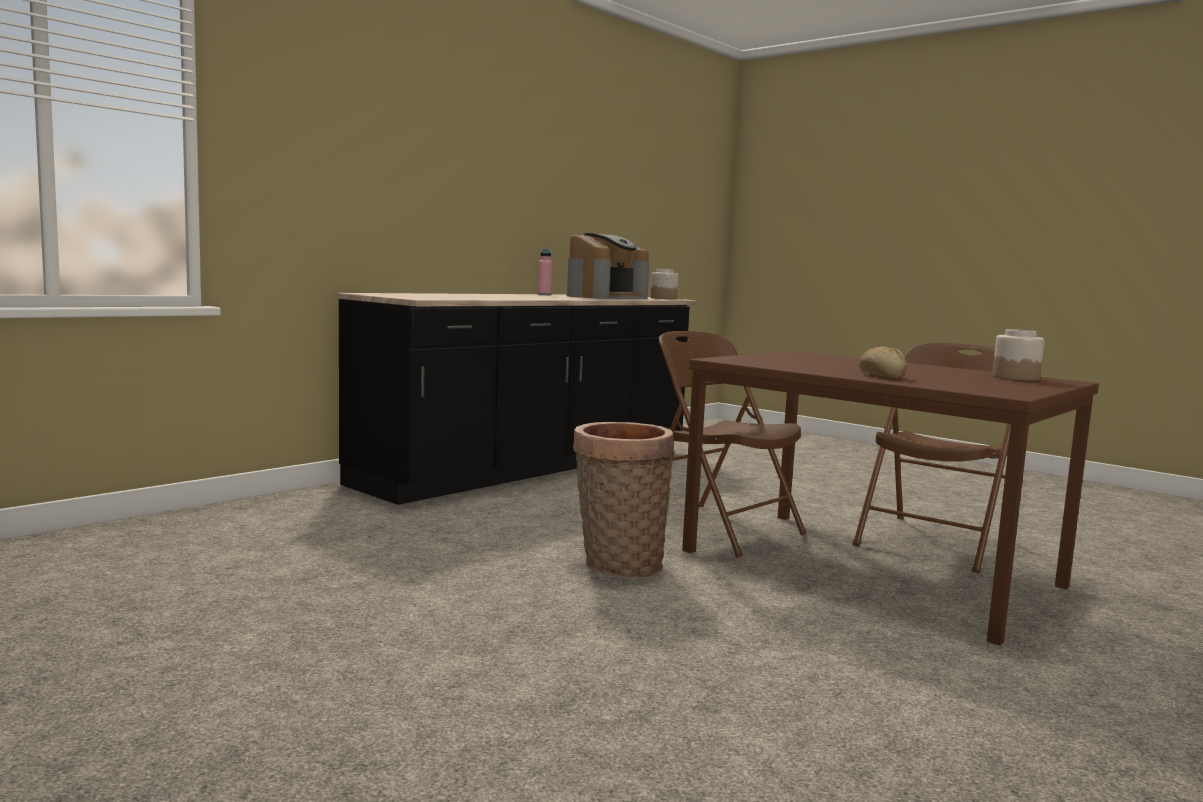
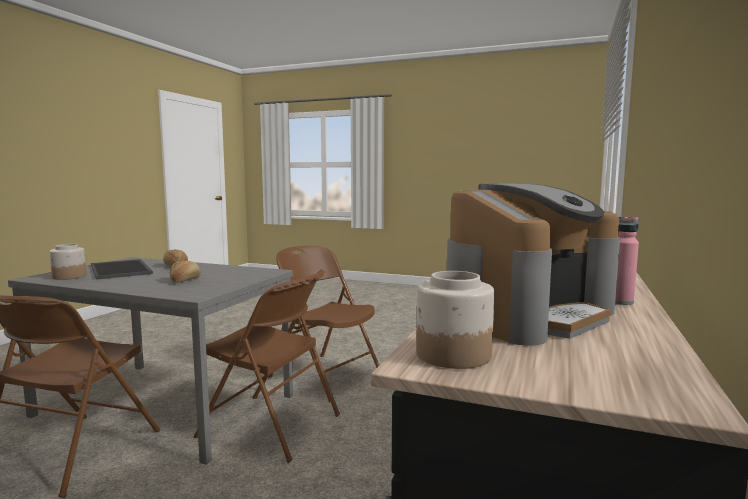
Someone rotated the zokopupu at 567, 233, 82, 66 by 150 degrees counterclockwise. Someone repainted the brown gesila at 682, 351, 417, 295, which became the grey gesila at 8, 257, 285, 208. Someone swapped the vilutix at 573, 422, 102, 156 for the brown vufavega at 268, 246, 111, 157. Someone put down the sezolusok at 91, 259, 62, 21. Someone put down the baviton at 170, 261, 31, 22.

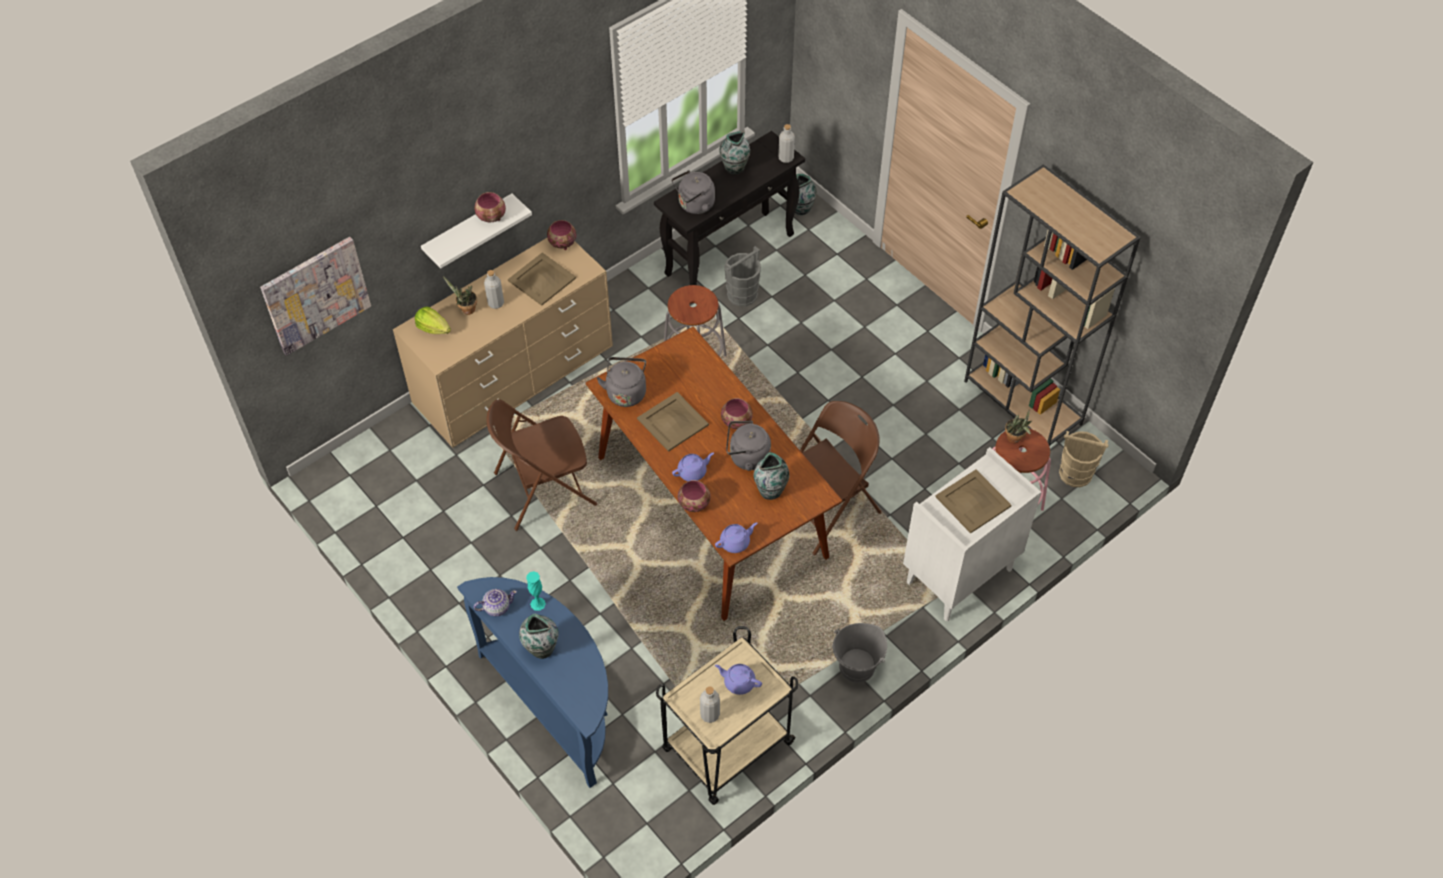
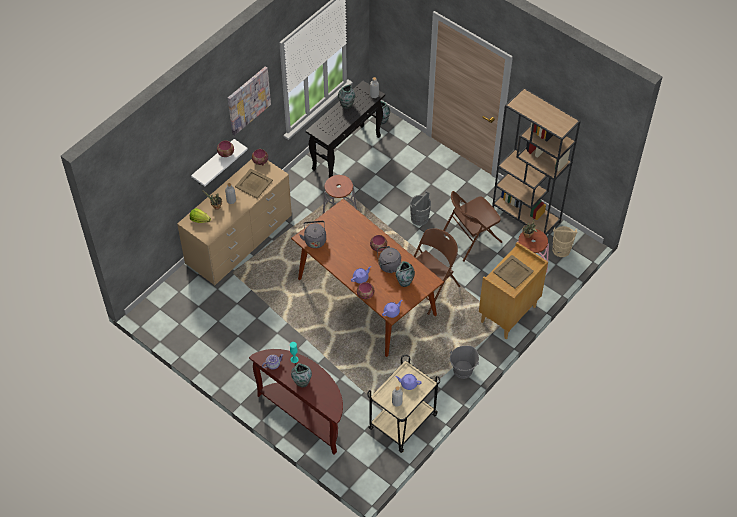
Someone took away the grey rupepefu at 672, 170, 43, 44. Someone carried the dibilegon from 260, 237, 111, 119 to 228, 66, 43, 70. Someone carried the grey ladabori from 725, 246, 36, 60 to 410, 191, 21, 35. Someone took away the beige sezolusok at 637, 392, 72, 60. Someone carried the brown vufavega from 487, 399, 110, 132 to 443, 191, 59, 71. Someone repainted the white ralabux at 903, 447, 138, 174, which became the brown ralabux at 479, 242, 69, 97. Someone repainted the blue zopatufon at 457, 577, 151, 211, which became the brown zopatufon at 249, 349, 94, 106.

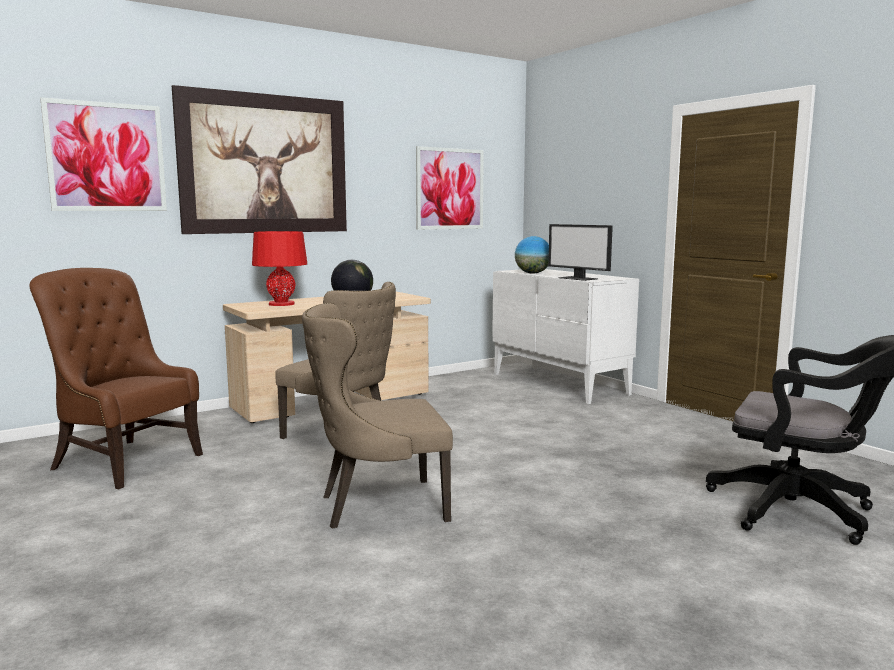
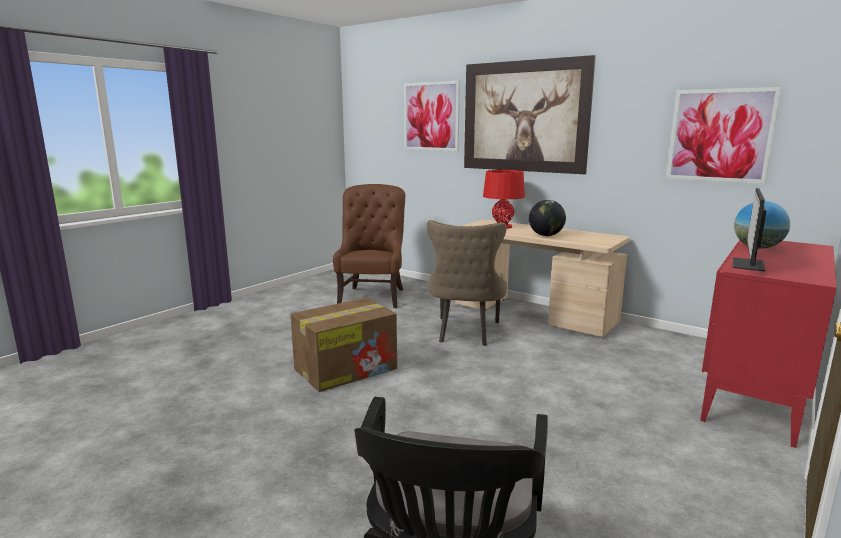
Someone repainted the white ralabux at 492, 269, 147, 135, which became the red ralabux at 700, 240, 137, 208. Someone swapped the beige vufavega at 302, 303, 151, 226 for the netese at 290, 298, 107, 94.

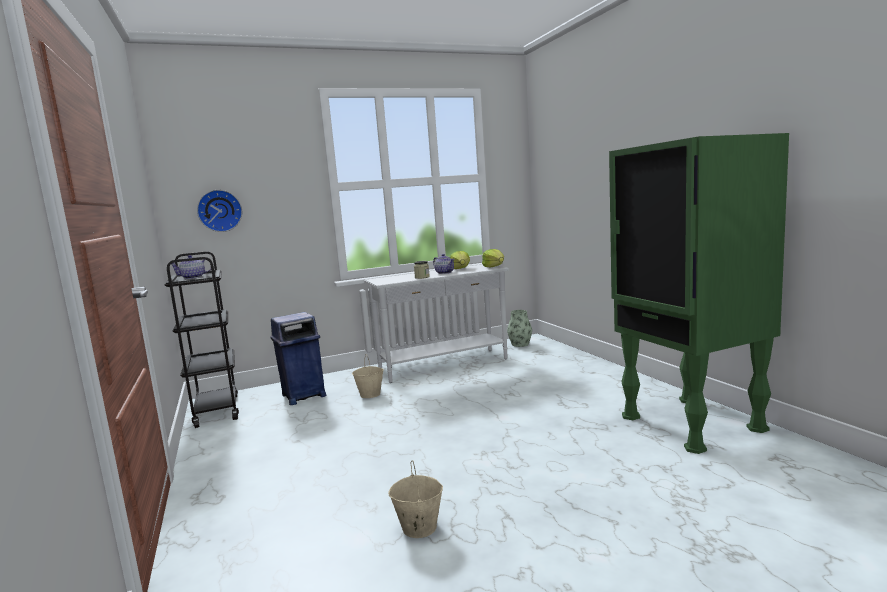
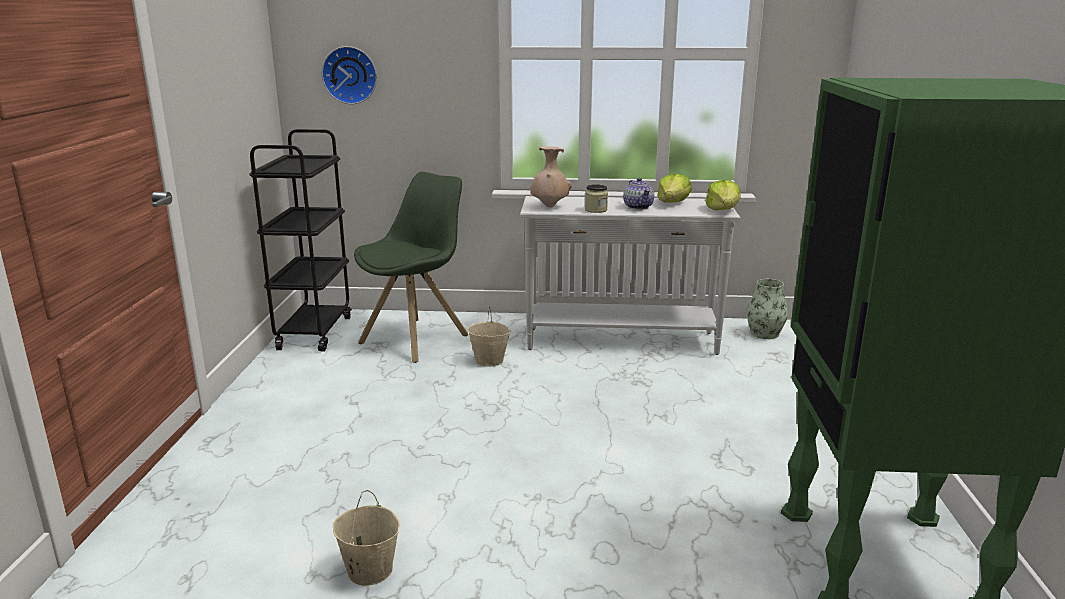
Someone took away the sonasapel at 172, 255, 39, 24. Someone swapped the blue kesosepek at 270, 312, 56, 93 for the green vufavega at 354, 172, 114, 191. Someone put down the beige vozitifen at 530, 146, 42, 61.

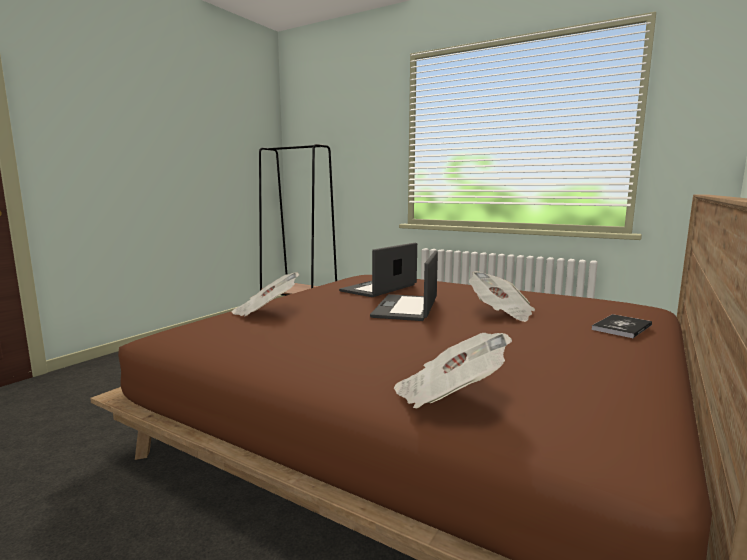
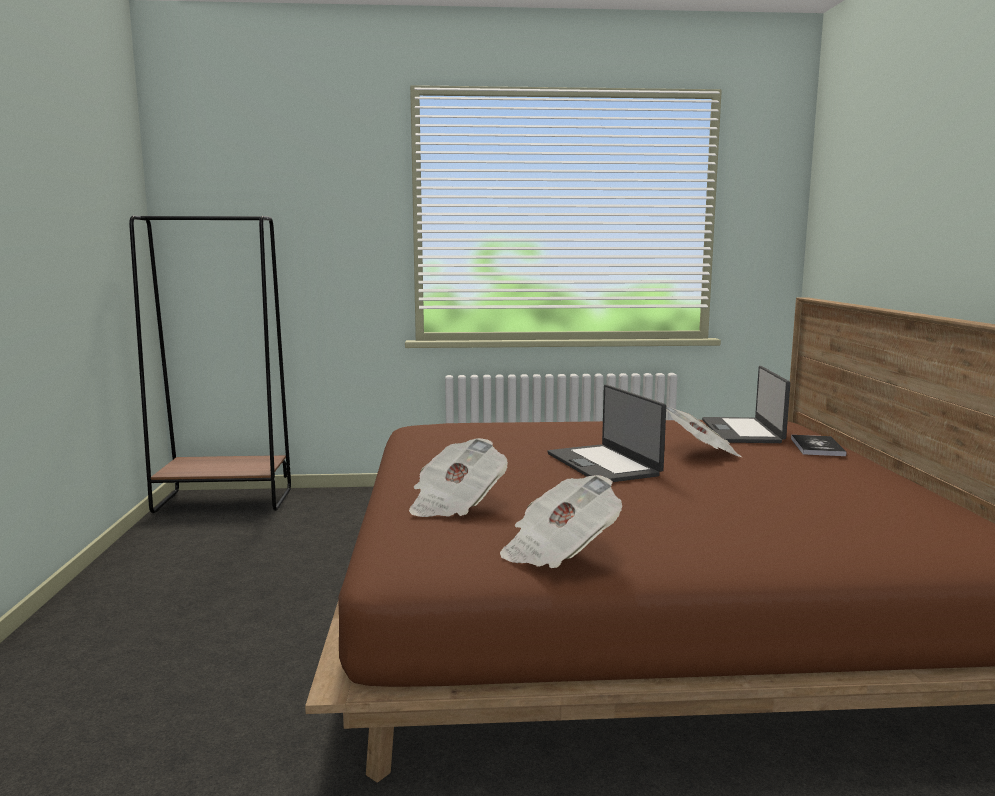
Someone carried the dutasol from 339, 243, 78, 54 to 702, 366, 88, 77. Someone carried the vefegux from 394, 333, 118, 75 to 500, 475, 122, 93.

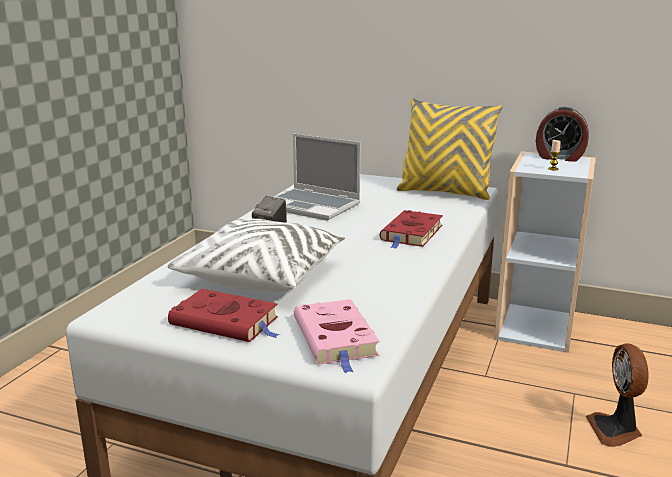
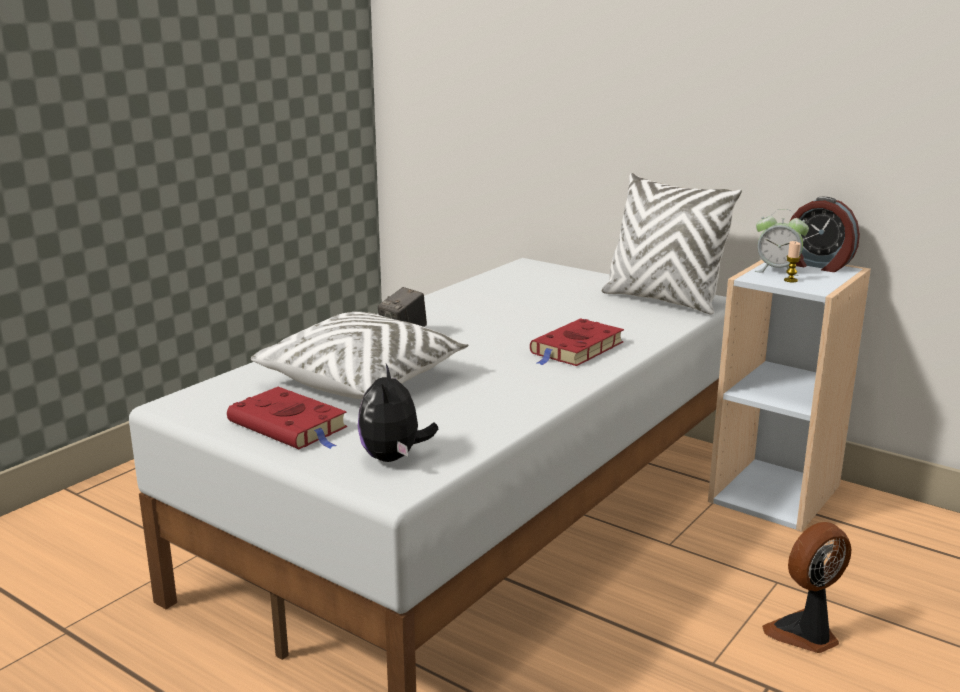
Someone repainted the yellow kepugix at 397, 98, 106, 102, which became the white kepugix at 602, 173, 140, 142. Someone took away the dutasol at 274, 134, 87, 87. Someone swapped the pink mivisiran at 294, 299, 86, 74 for the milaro at 358, 364, 80, 98. Someone rotated the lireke at 586, 343, 63, 104 by 45 degrees clockwise. Someone put down the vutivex at 755, 209, 54, 67.

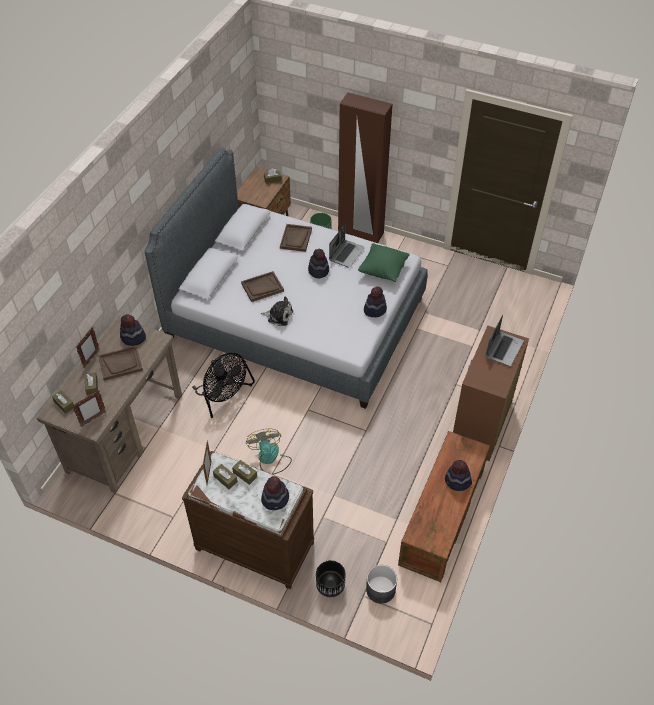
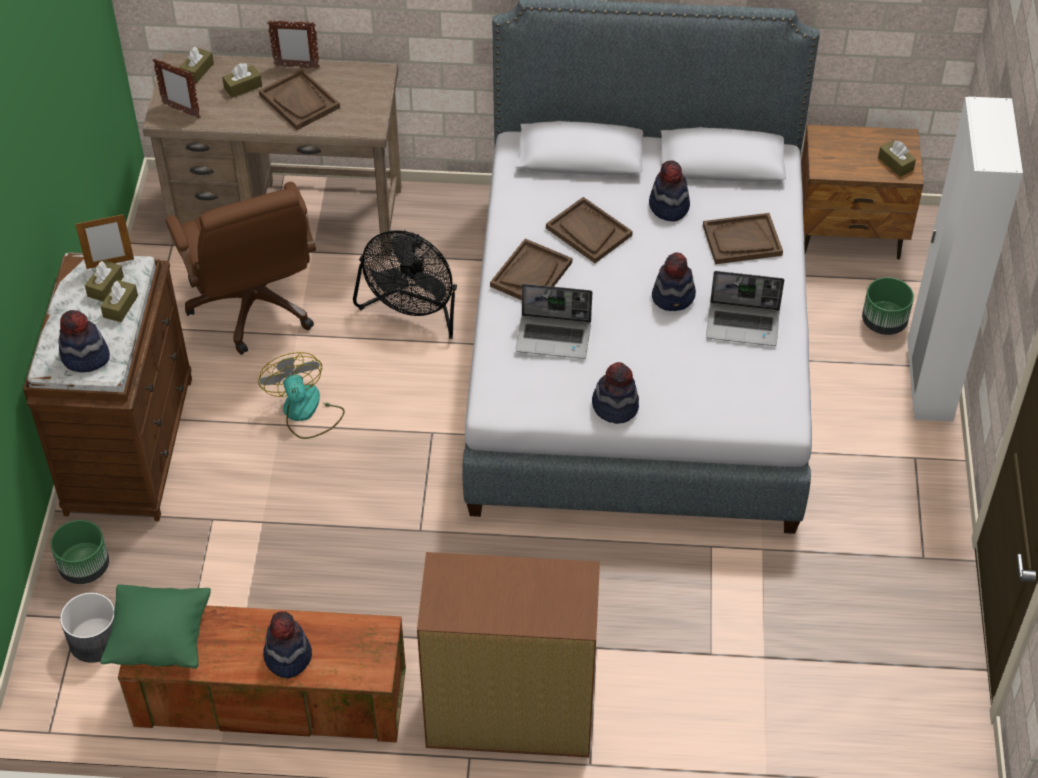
Someone repainted the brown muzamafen at 338, 93, 54, 150, which became the white muzamafen at 907, 97, 116, 325. Someone carried the green kepugix from 358, 243, 52, 39 to 101, 584, 110, 85. Someone swapped the milaro at 261, 297, 32, 29 for the brown sezolusok at 490, 239, 82, 61. Someone carried the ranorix from 120, 315, 26, 31 to 649, 160, 41, 62. Someone carried the dutasol from 485, 315, 39, 51 to 515, 284, 77, 75. Someone rotated the lireke at 246, 429, 46, 46 by 75 degrees counterclockwise. Someone repainted the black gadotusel at 316, 560, 29, 37, which became the green gadotusel at 51, 520, 58, 64. Someone put down the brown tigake at 166, 182, 150, 173.

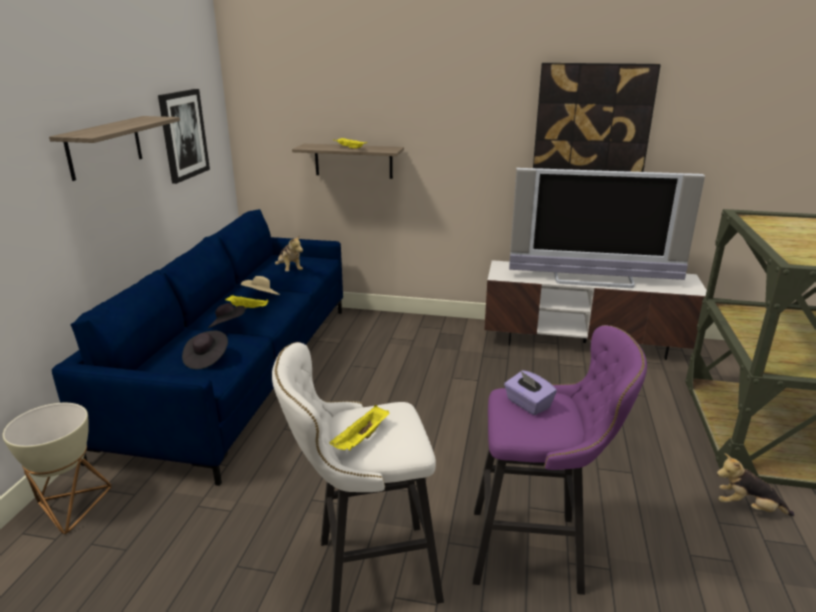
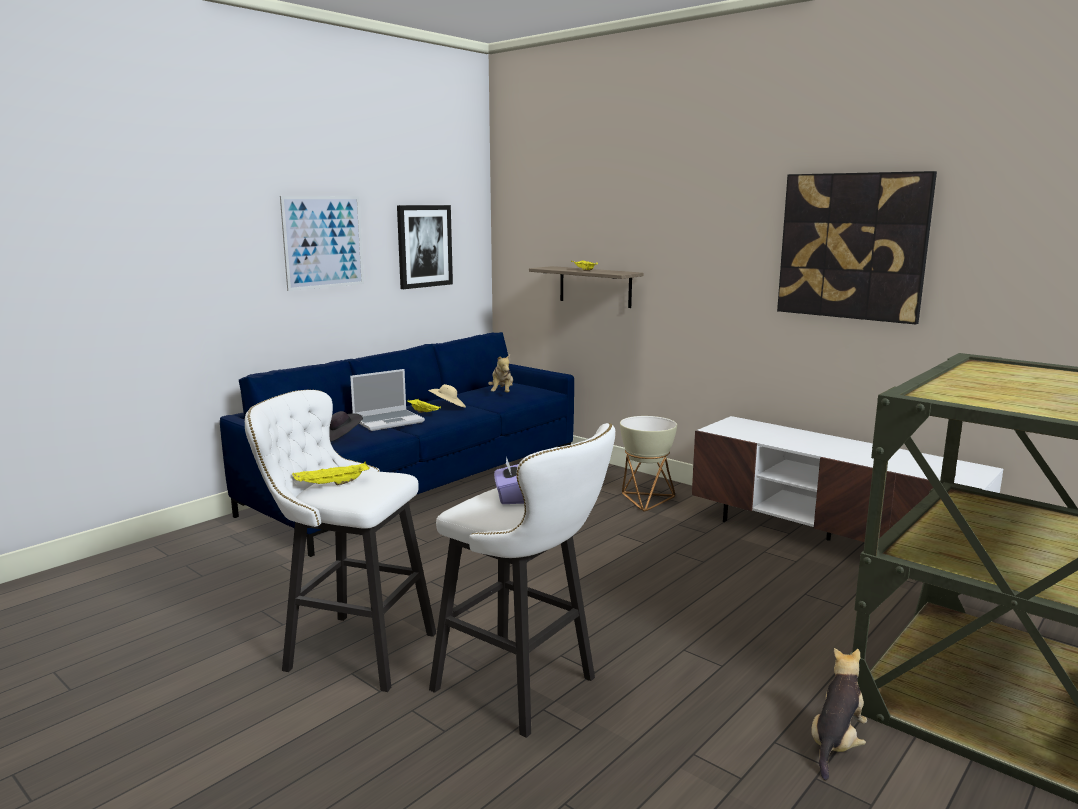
Someone swapped the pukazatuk at 49, 116, 131, 65 for the dibilegon at 280, 196, 84, 95. Someone took away the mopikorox at 509, 168, 196, 120. Someone swapped the black ranorix at 208, 303, 37, 26 for the dutasol at 350, 369, 75, 62. Someone repainted the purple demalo at 473, 325, 174, 270, which became the white demalo at 429, 423, 186, 315. Someone carried the gadotusel from 2, 403, 110, 131 to 620, 416, 57, 96. Someone rotated the milaro at 717, 453, 77, 63 by 75 degrees clockwise.

